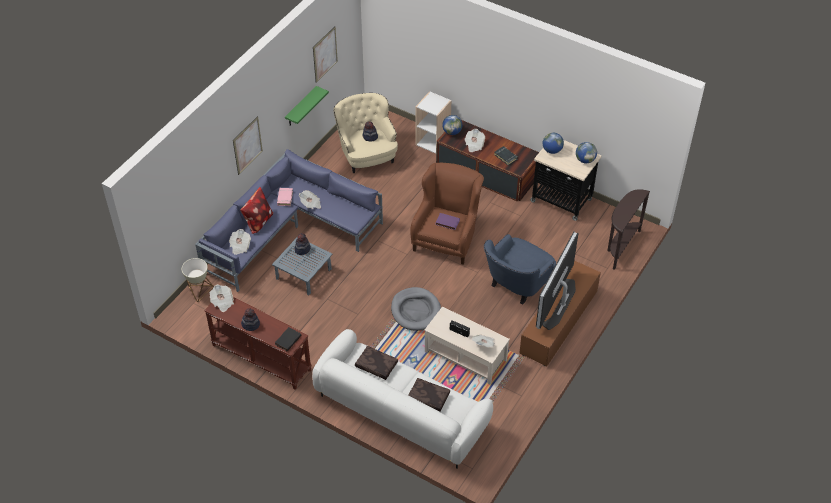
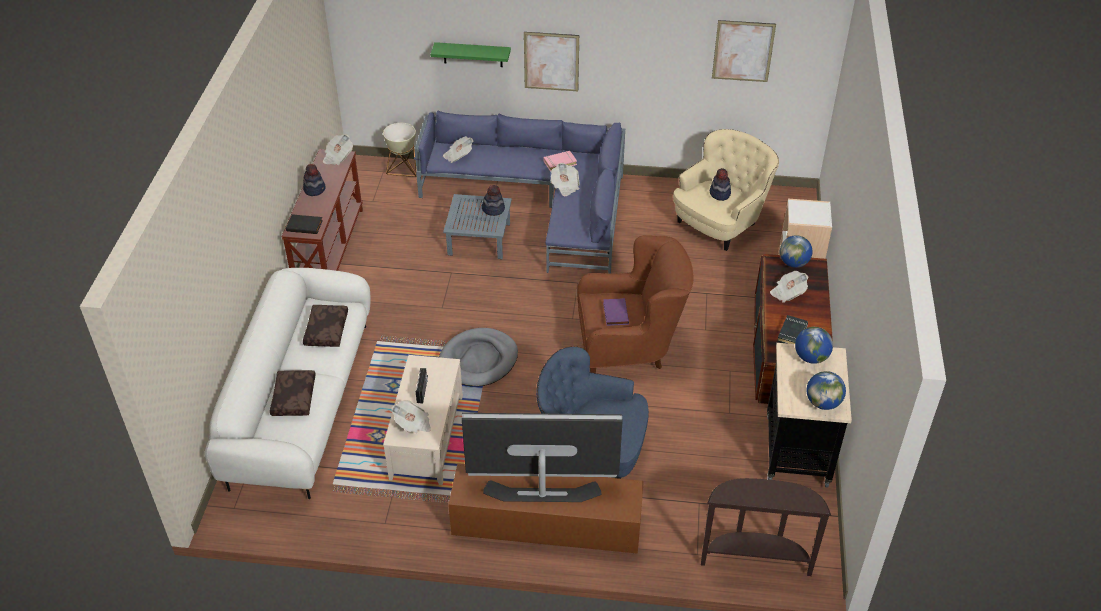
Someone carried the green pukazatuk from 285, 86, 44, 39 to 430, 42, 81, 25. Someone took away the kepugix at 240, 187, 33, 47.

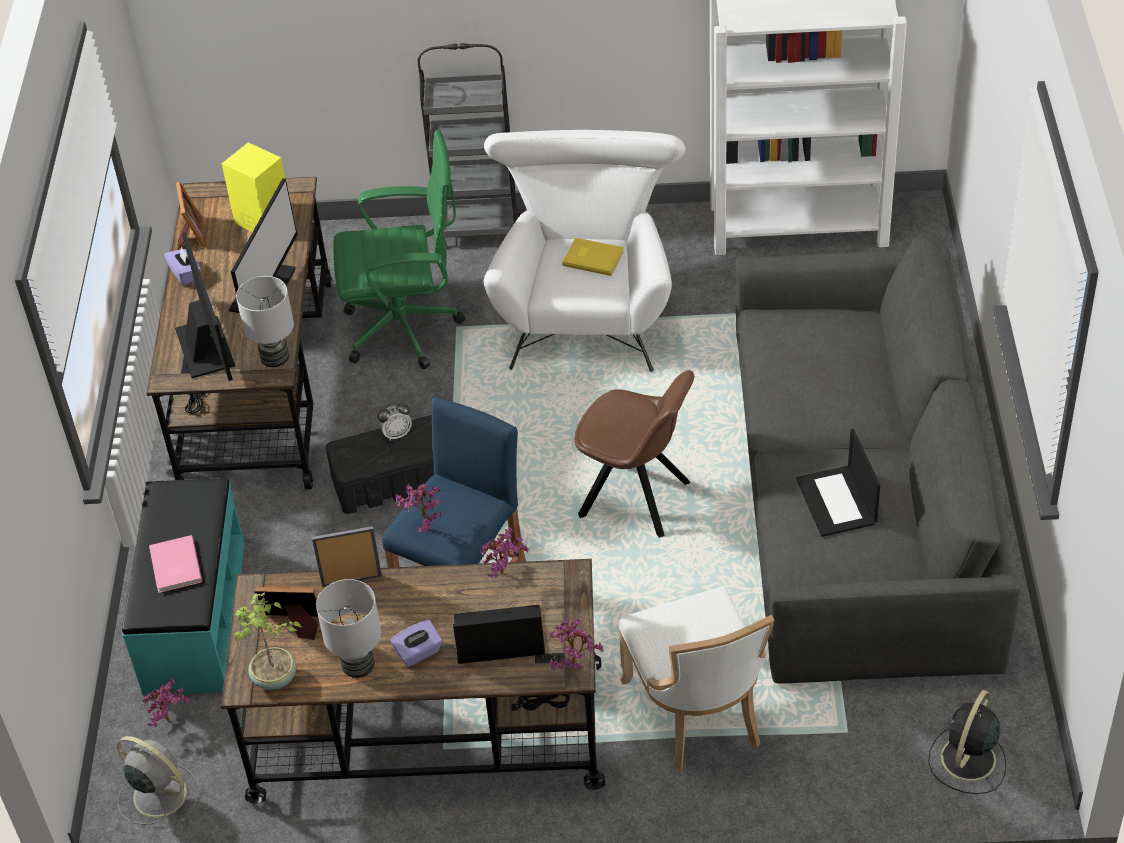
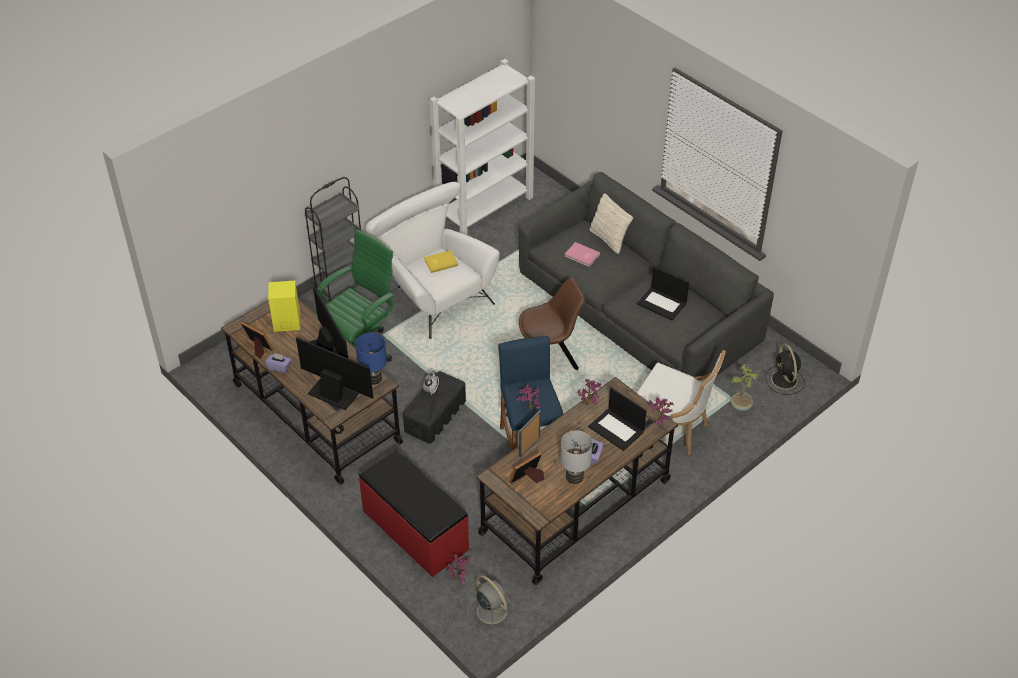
Someone repainted the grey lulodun at 236, 276, 58, 91, which became the blue lulodun at 355, 333, 32, 51. Someone repainted the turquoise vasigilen at 122, 478, 123, 217, which became the red vasigilen at 359, 449, 110, 128. Someone carried the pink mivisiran from 149, 535, 53, 58 to 565, 242, 35, 25. Someone carried the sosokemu from 233, 593, 70, 97 to 730, 364, 31, 48. Someone rotated the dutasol at 453, 605, 92, 59 by 90 degrees counterclockwise. Someone rotated the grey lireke at 117, 736, 83, 89 by 60 degrees clockwise. Someone put down the beige kepugix at 589, 193, 44, 61.

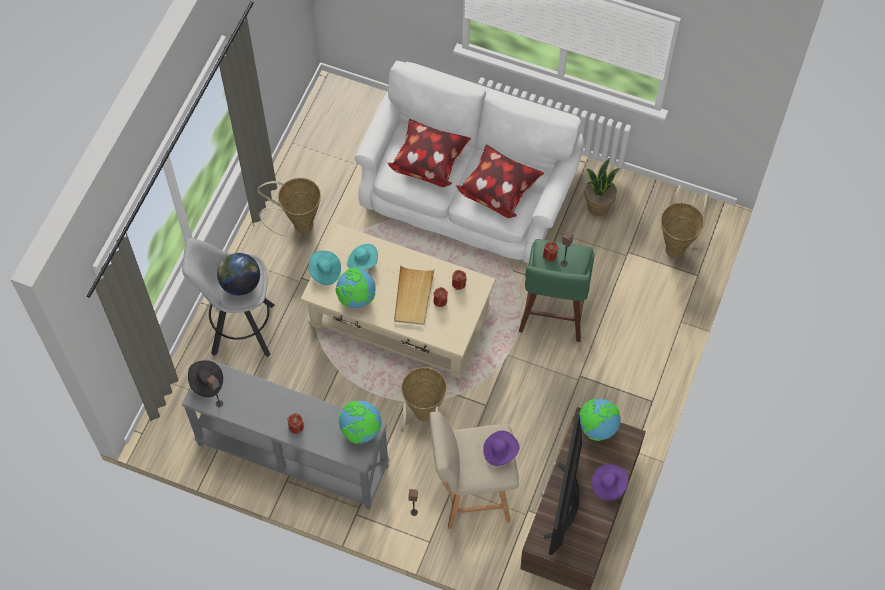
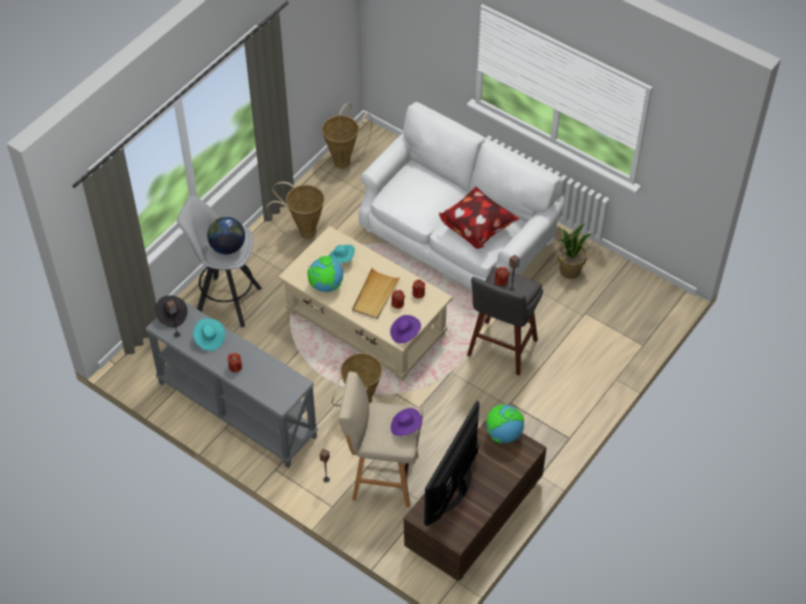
Someone took away the kepugix at 387, 119, 84, 68. Someone carried the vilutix from 661, 185, 48, 73 to 322, 103, 50, 66. Someone repainted the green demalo at 519, 239, 75, 103, which became the grey demalo at 467, 267, 76, 108. Someone carried the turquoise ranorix from 309, 251, 32, 34 to 193, 318, 32, 33. Someone took away the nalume at 338, 401, 44, 43. Someone carried the purple ranorix from 591, 464, 37, 37 to 390, 315, 31, 28.

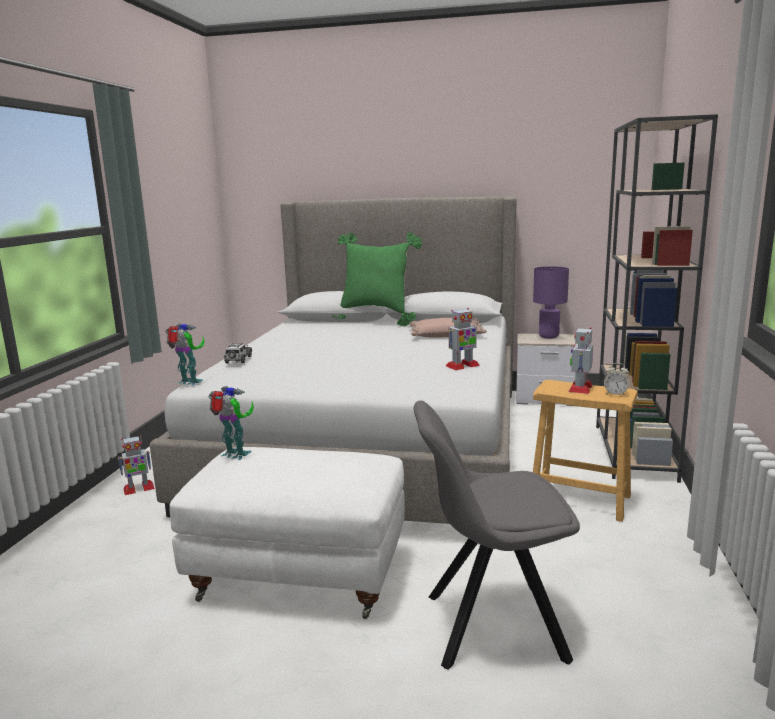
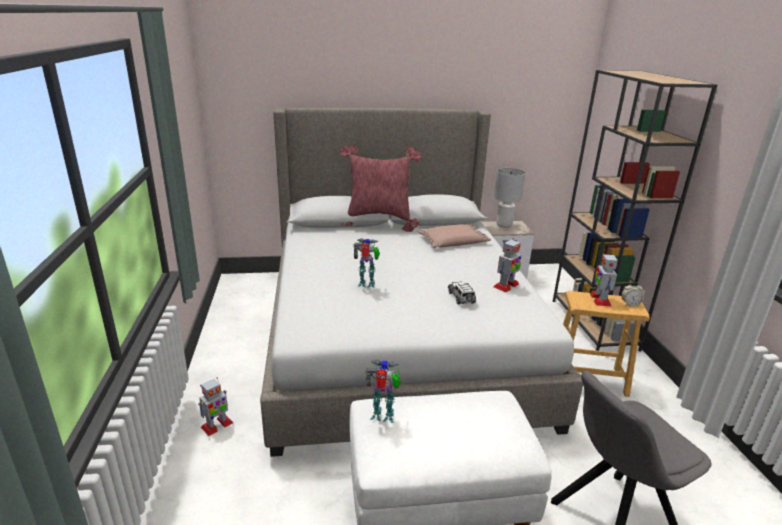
Someone repainted the green kepugix at 330, 232, 93, 95, which became the red kepugix at 338, 145, 84, 87. Someone repainted the purple lulodun at 533, 266, 36, 73, which became the grey lulodun at 494, 168, 32, 60. Someone carried the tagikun from 166, 323, 39, 63 to 353, 238, 27, 50. Someone carried the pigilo from 224, 343, 28, 21 to 448, 281, 28, 23.

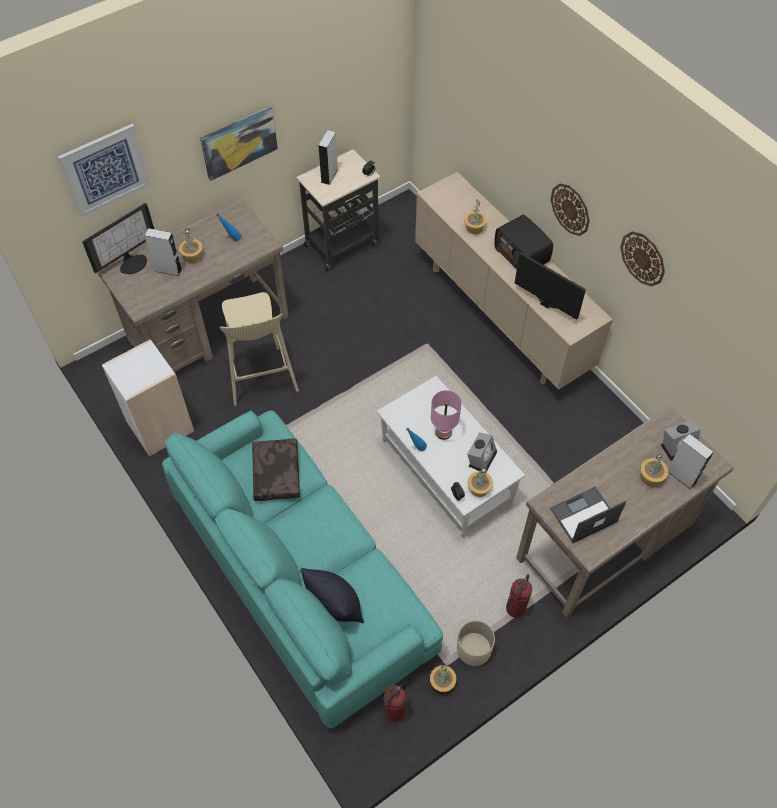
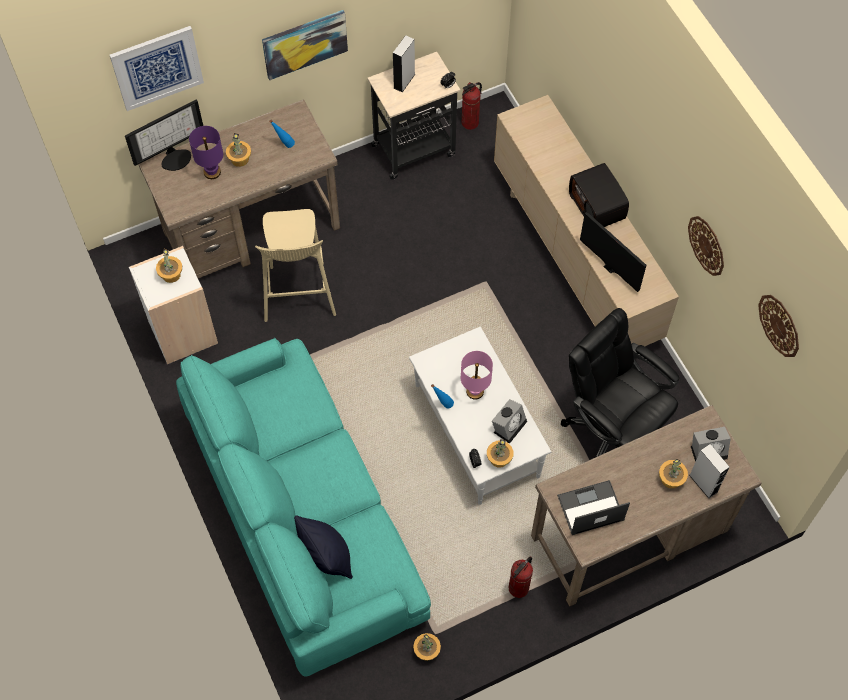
Someone carried the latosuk from 551, 184, 39, 52 to 758, 295, 41, 62. Someone carried the sosokemu from 464, 199, 23, 35 to 156, 249, 26, 34. Someone swapped the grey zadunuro at 144, 228, 38, 48 for the purple lulodun at 189, 126, 34, 53. Someone took away the brown kepugix at 252, 439, 48, 62. Someone took away the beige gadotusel at 457, 620, 38, 46. Someone carried the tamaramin from 384, 683, 22, 40 to 462, 82, 20, 48. Someone put down the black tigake at 561, 308, 118, 149.

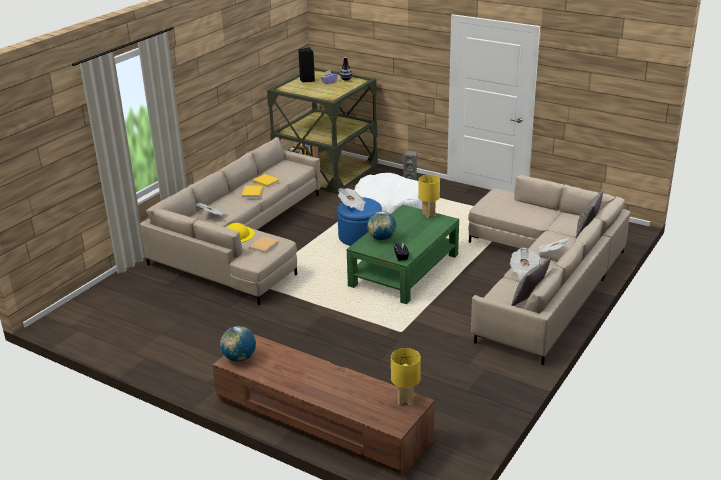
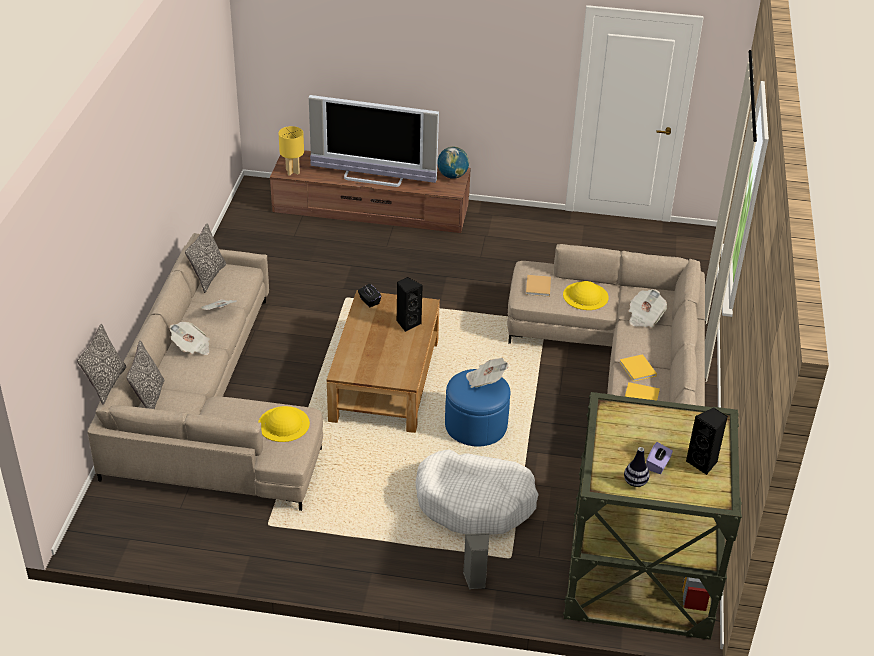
Someone took away the yellow lulodun at 418, 175, 22, 43. Someone repainted the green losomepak at 347, 205, 112, 99, which became the brown losomepak at 327, 290, 113, 143. Someone swapped the nalume at 367, 211, 29, 29 for the black zadunuro at 397, 277, 26, 55. Someone put down the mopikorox at 309, 95, 130, 92. Someone put down the kepugix at 77, 324, 49, 81. Someone put down the yellow ranorix at 258, 406, 52, 36.

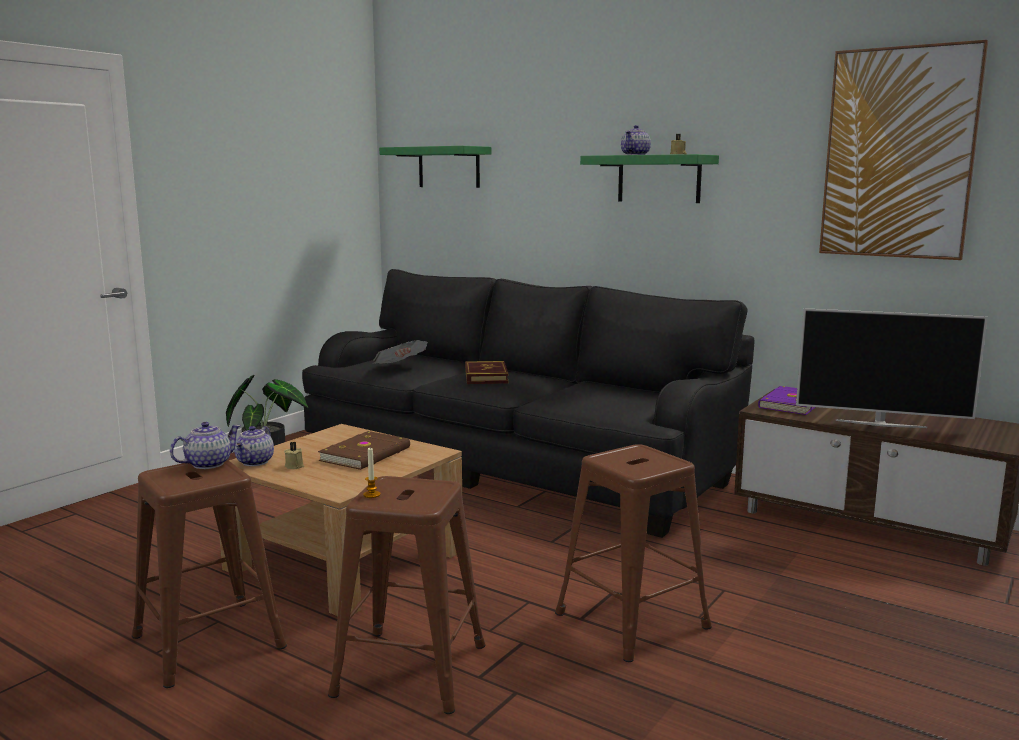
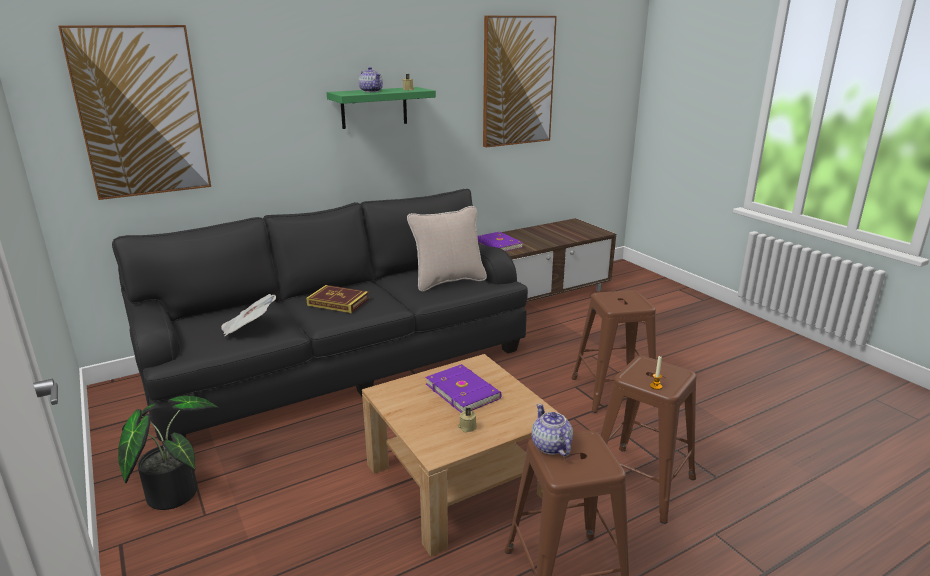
Someone swapped the green pukazatuk at 379, 146, 112, 42 for the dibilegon at 58, 25, 153, 175. Someone took away the mopikorox at 796, 308, 192, 120. Someone took away the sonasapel at 234, 426, 40, 40. Someone repainted the brown mivisiran at 318, 431, 92, 39, which became the purple mivisiran at 426, 364, 76, 49. Someone put down the beige kepugix at 407, 206, 80, 86.

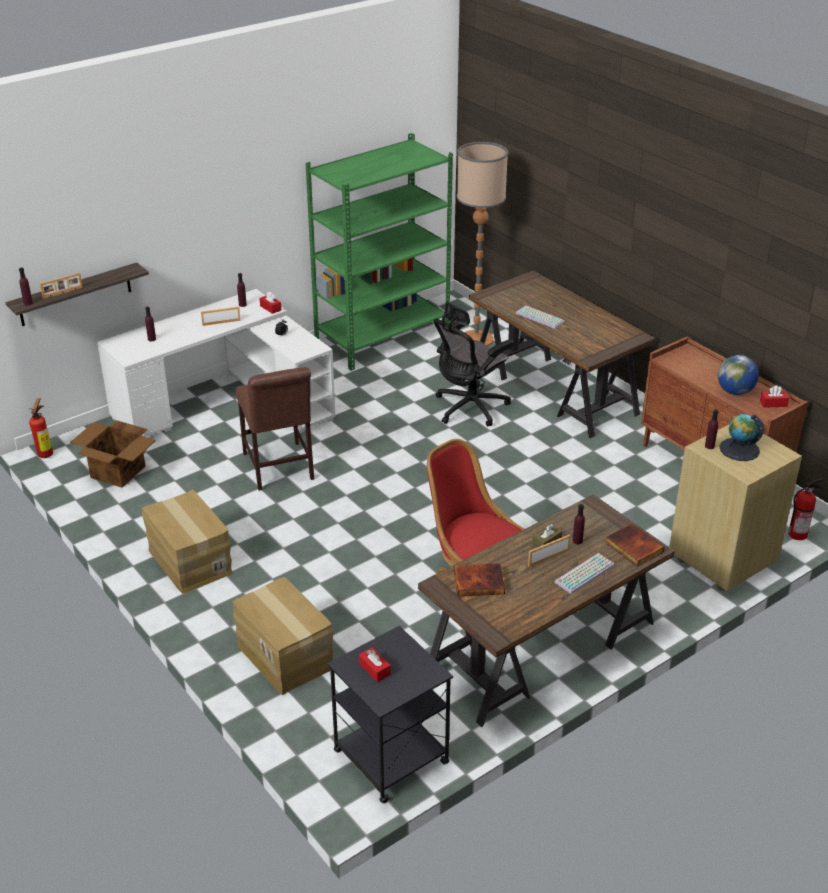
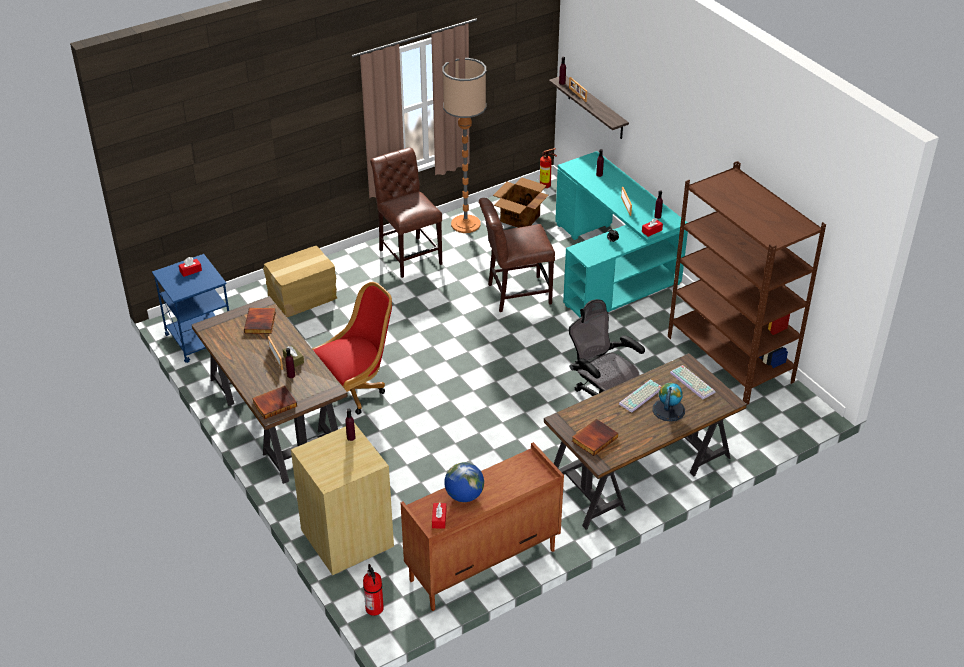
Someone repainted the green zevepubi at 306, 133, 147, 238, which became the brown zevepubi at 668, 161, 158, 244. Someone carried the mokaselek from 456, 142, 52, 204 to 442, 58, 44, 175. Someone repainted the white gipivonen at 97, 289, 238, 148, which became the turquoise gipivonen at 555, 151, 133, 166. Someone carried the nalume from 719, 414, 45, 47 to 652, 383, 33, 39. Someone swapped the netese at 142, 489, 91, 105 for the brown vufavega at 370, 147, 72, 131. Someone carried the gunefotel from 554, 553, 61, 41 to 670, 365, 46, 34. Someone repainted the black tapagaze at 327, 626, 126, 177, which became the blue tapagaze at 152, 254, 77, 109. Someone put down the mivisiran at 572, 419, 46, 37.

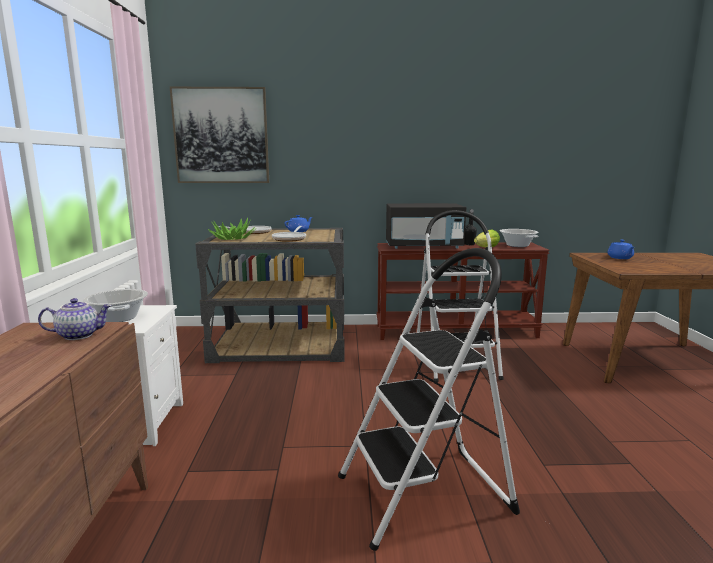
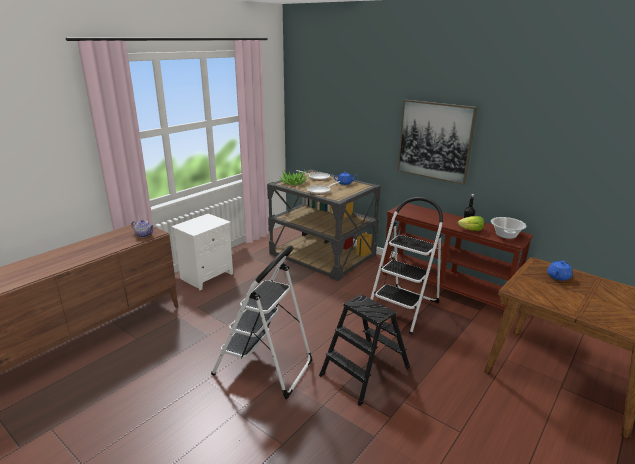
Someone carried the dibilegon from 170, 87, 99, 96 to 397, 100, 80, 85. Someone took away the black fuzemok at 386, 203, 81, 46. Someone took away the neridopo at 83, 289, 65, 33. Someone put down the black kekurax at 319, 294, 91, 112.

